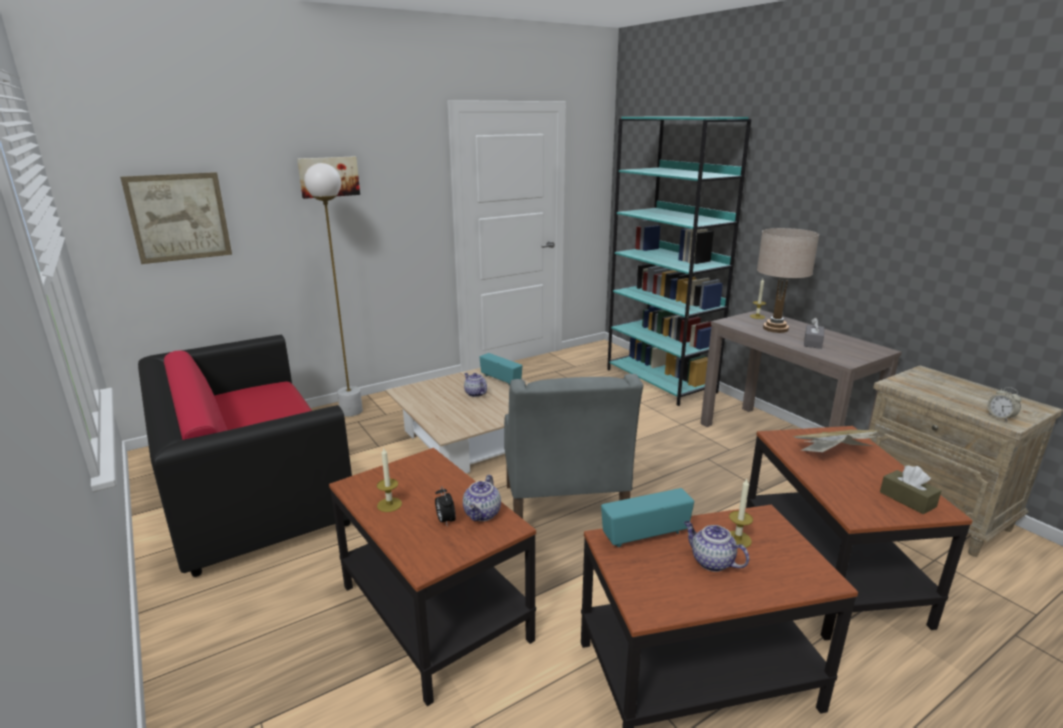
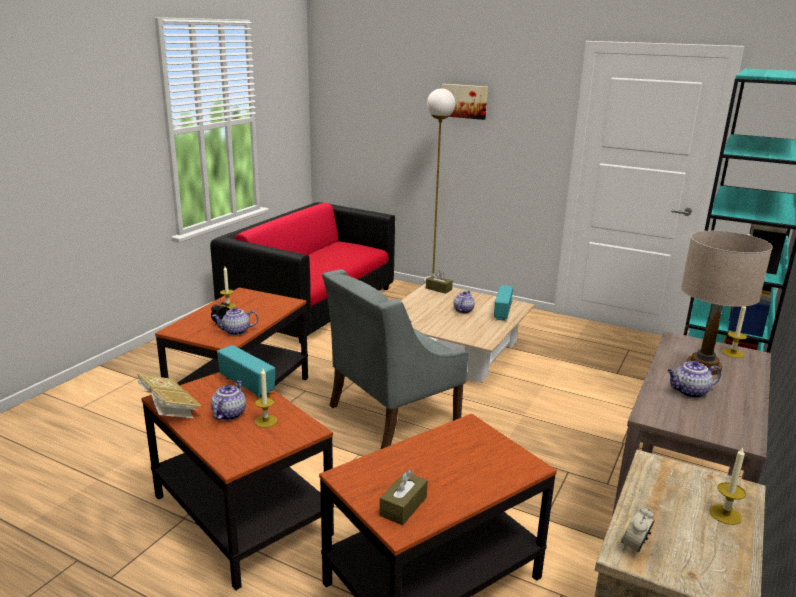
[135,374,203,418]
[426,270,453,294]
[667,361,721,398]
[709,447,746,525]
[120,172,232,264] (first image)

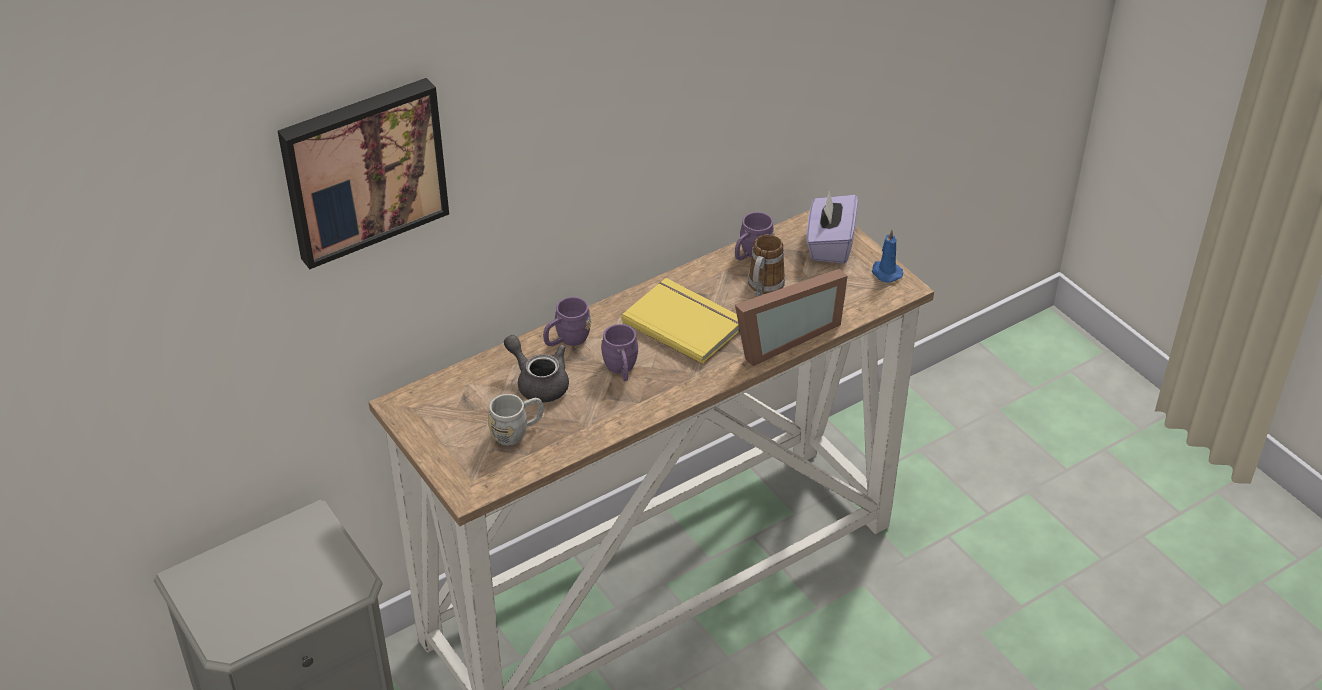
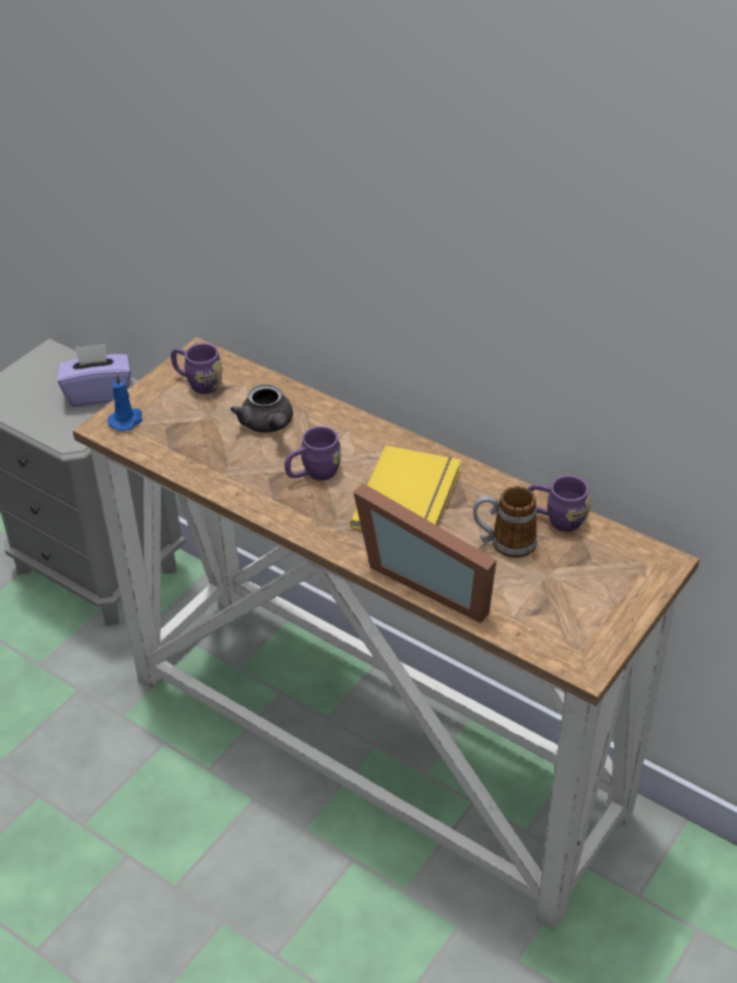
[58,344,131,407]
[107,372,142,432]
[171,343,223,394]
[231,384,293,433]
[278,78,449,269] (first image)
[488,394,544,446] (first image)

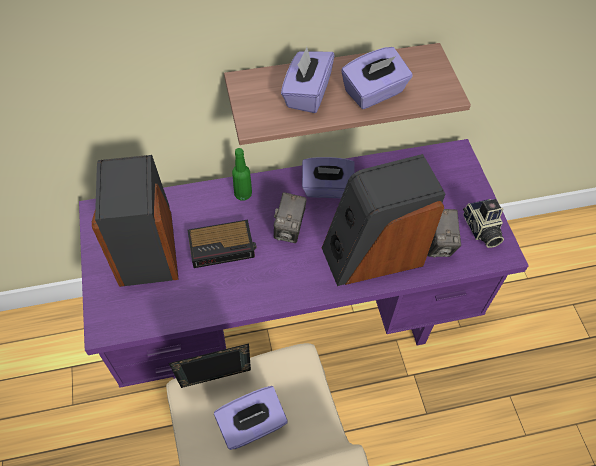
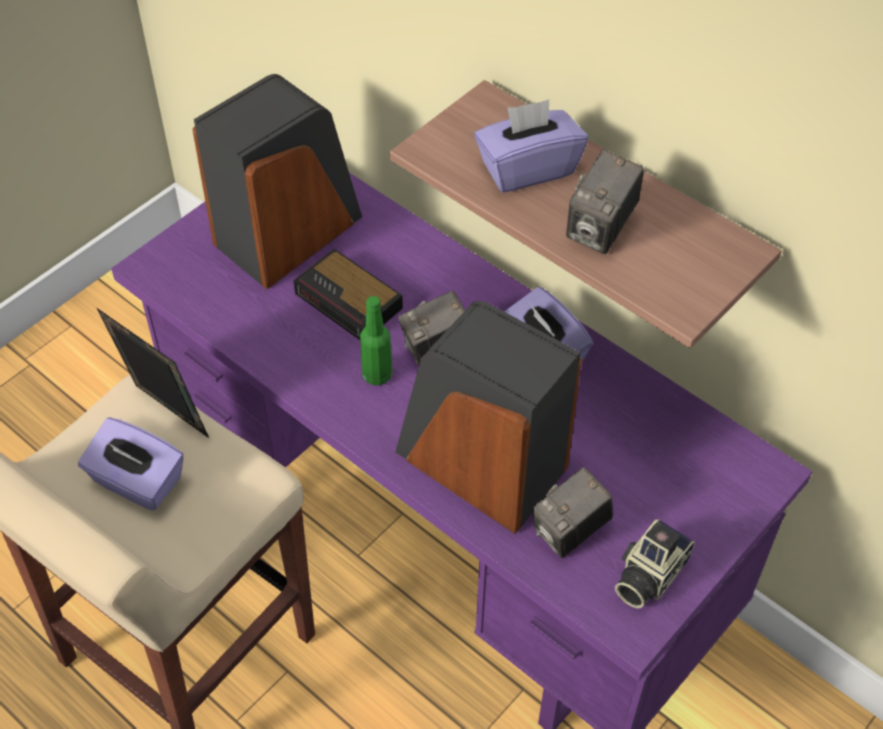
[360,296,392,385]
[566,149,644,254]

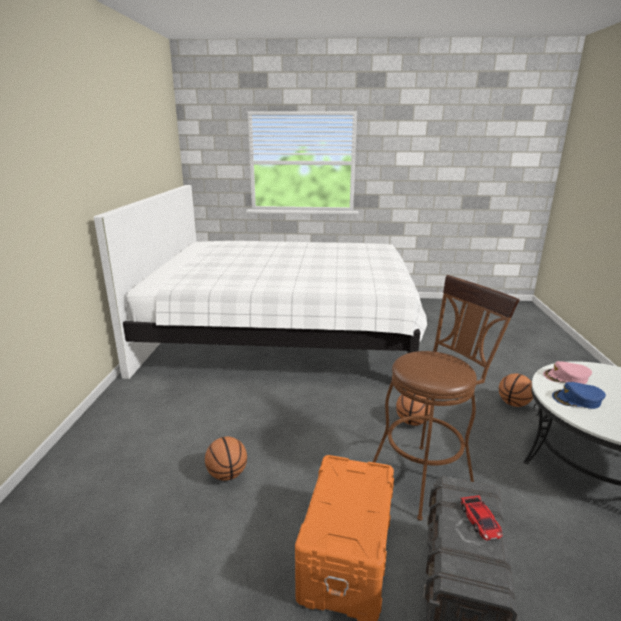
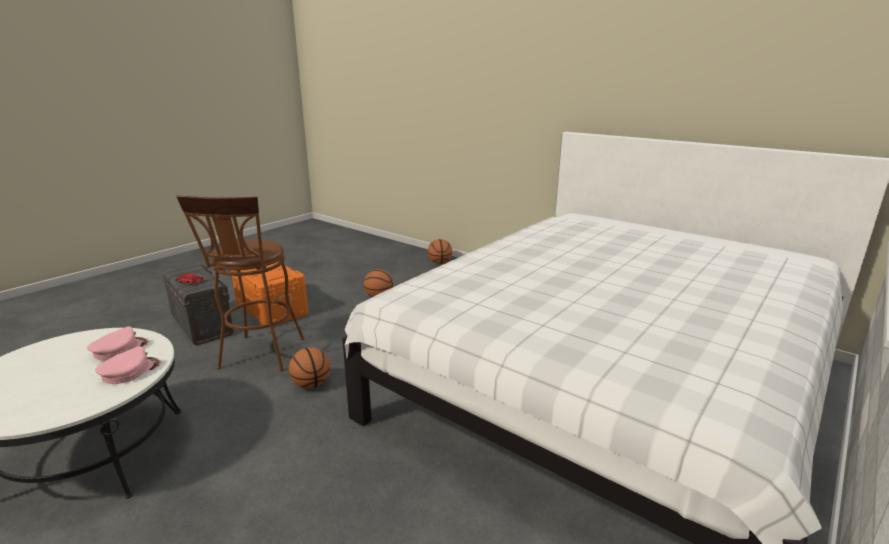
[87,326,149,360]
[428,239,453,264]

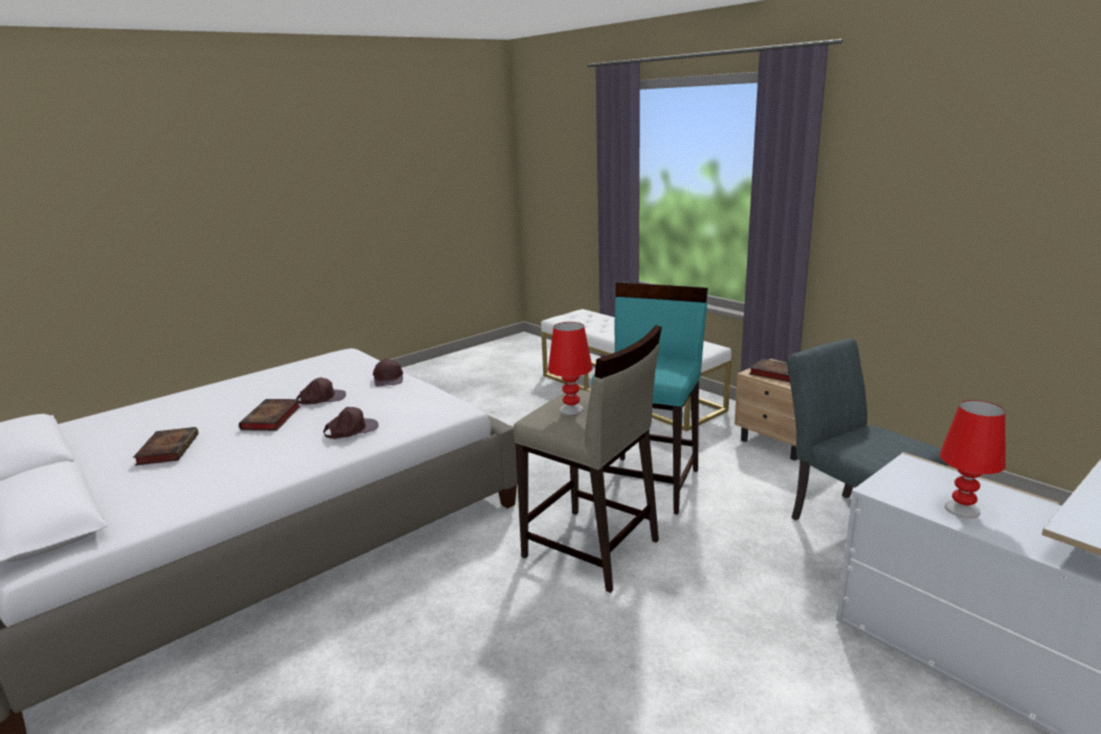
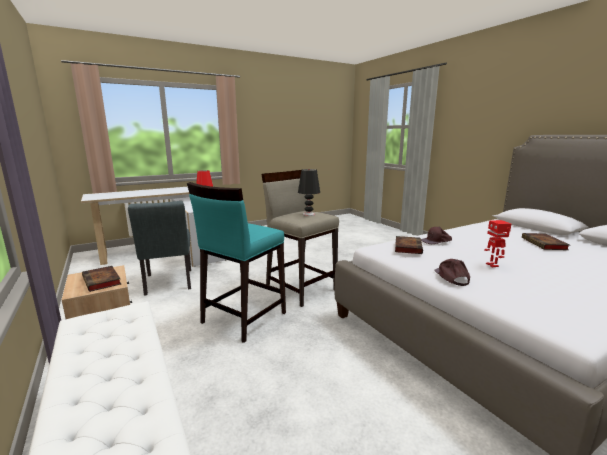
[298,169,320,216]
[395,236,423,254]
[484,220,511,268]

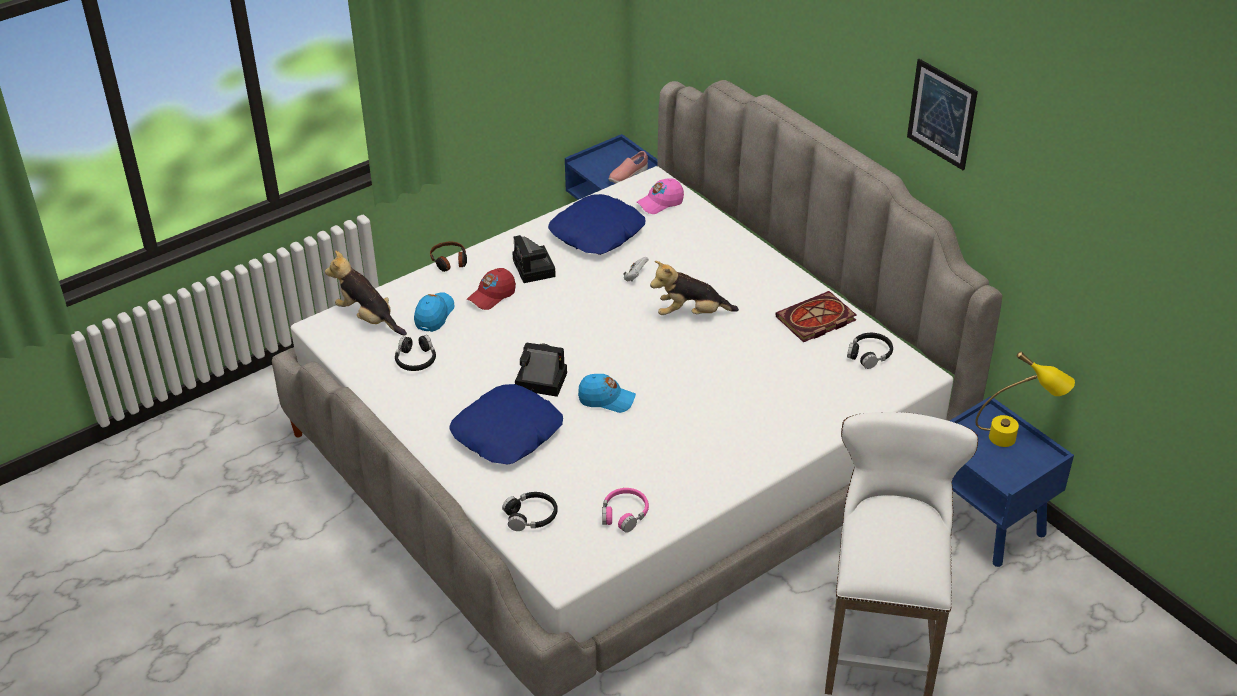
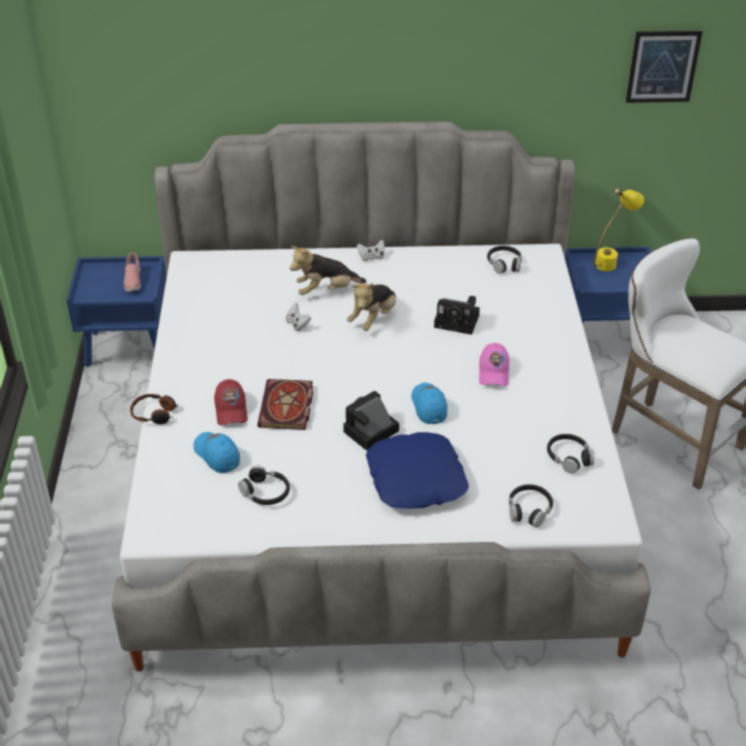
[257,379,313,430]
[290,246,367,295]
[357,240,385,261]
[411,383,447,424]
[434,296,480,335]
[479,343,509,386]
[547,434,594,474]
[626,31,703,103]
[548,194,645,255] (first image)

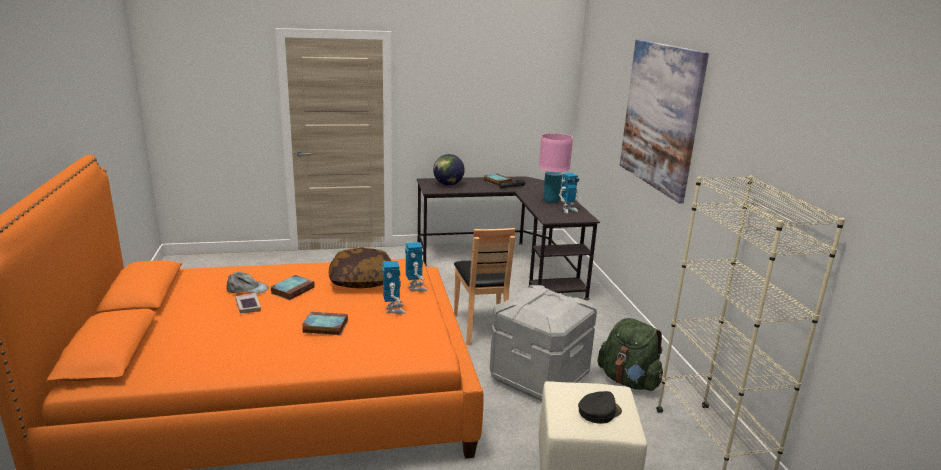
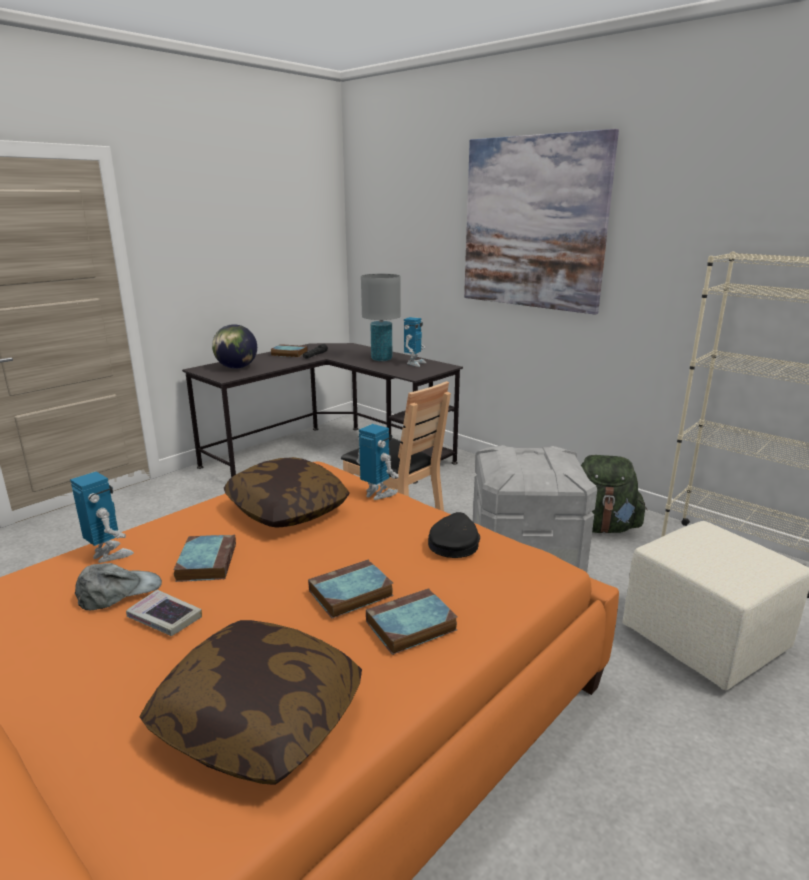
[70,472,134,563]
[139,620,362,785]
[361,273,401,361]
[366,588,458,655]
[428,512,480,558]

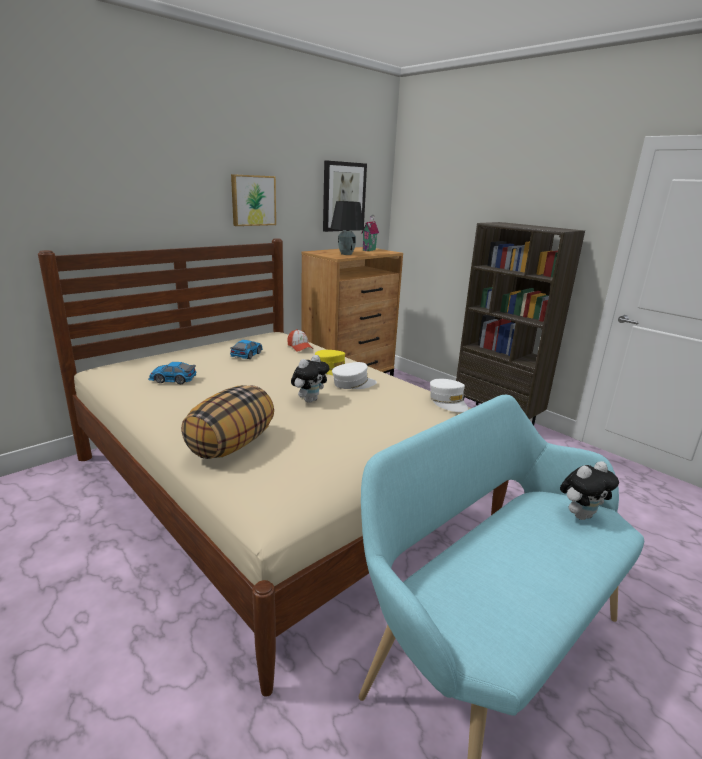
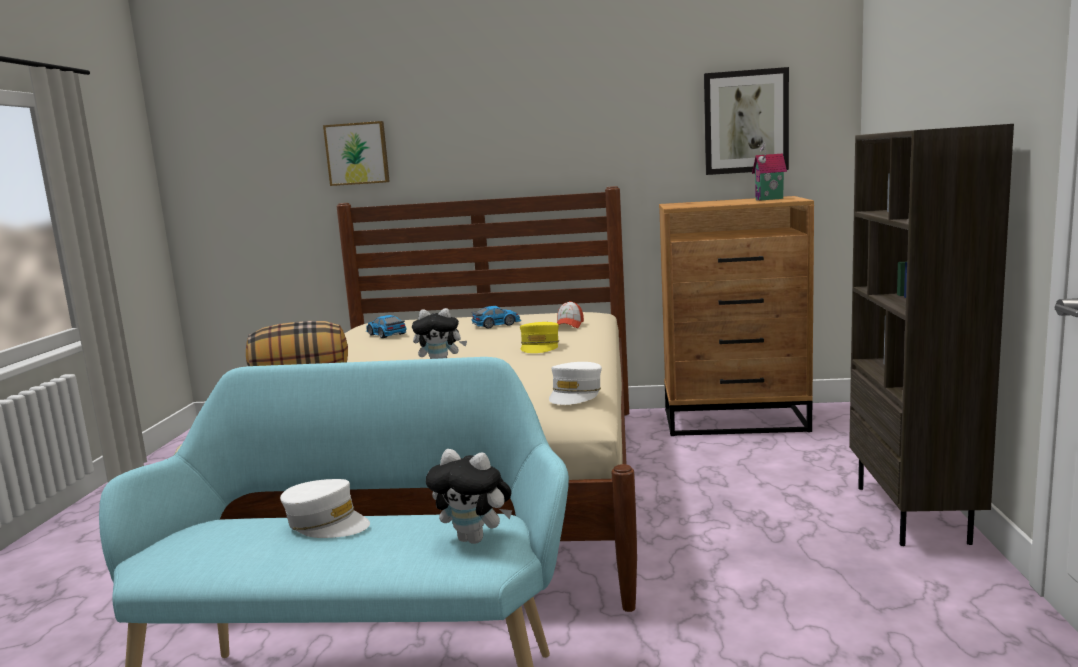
[280,479,370,538]
[323,121,390,186]
[331,201,364,255] (first image)

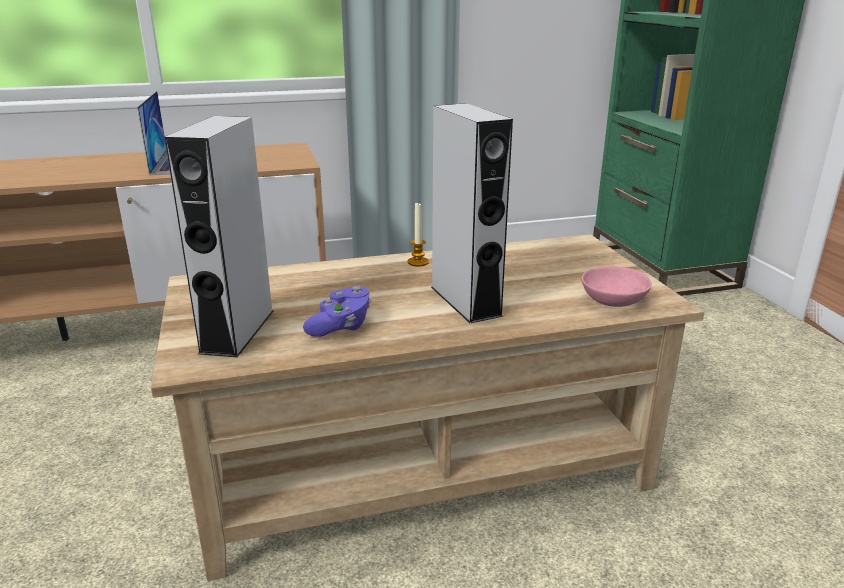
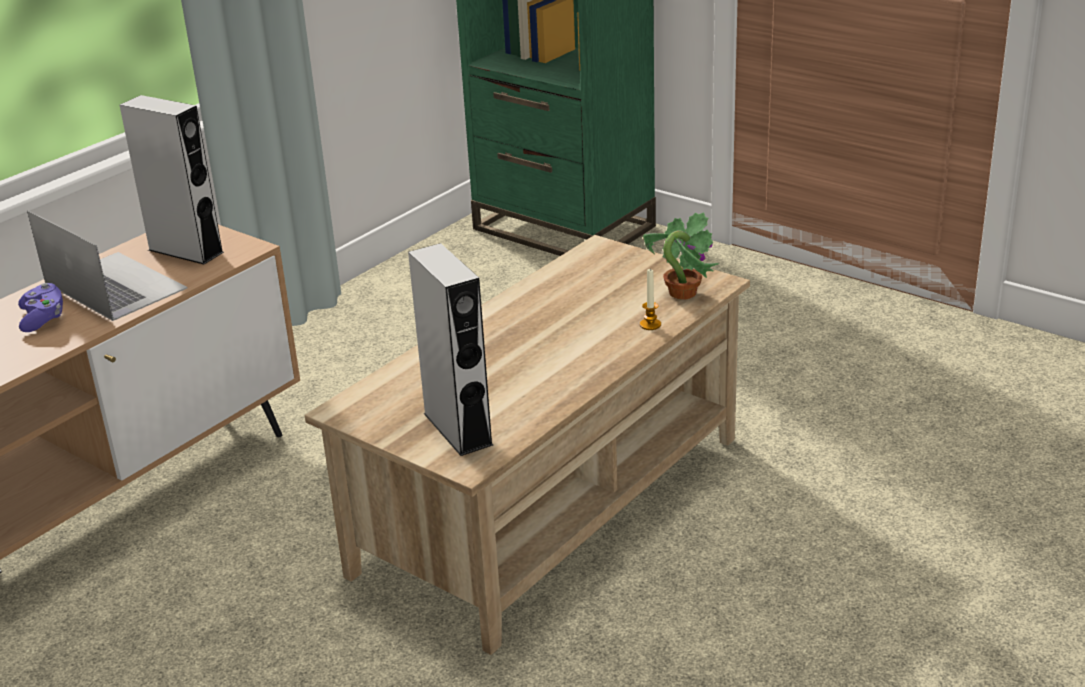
[18,283,63,332]
[120,95,224,264]
[640,269,661,330]
[643,212,719,300]

